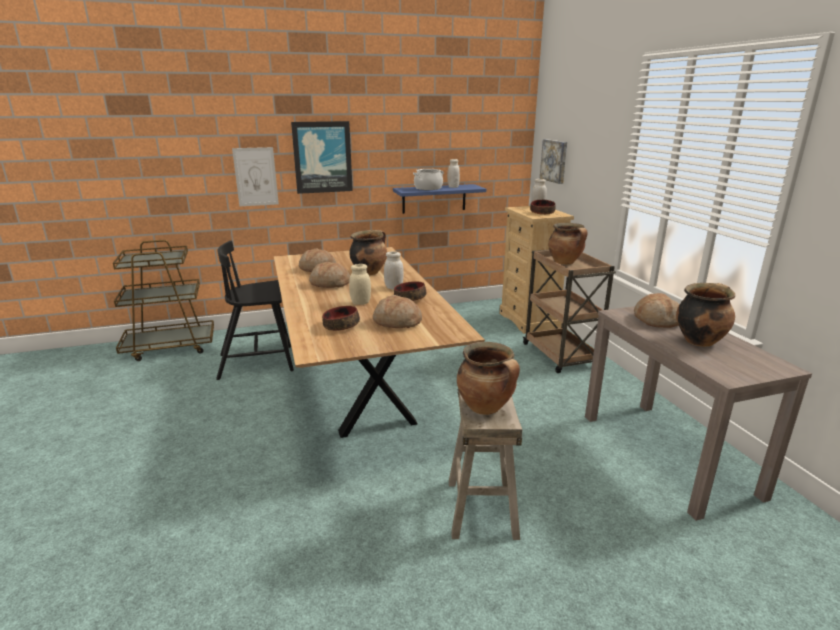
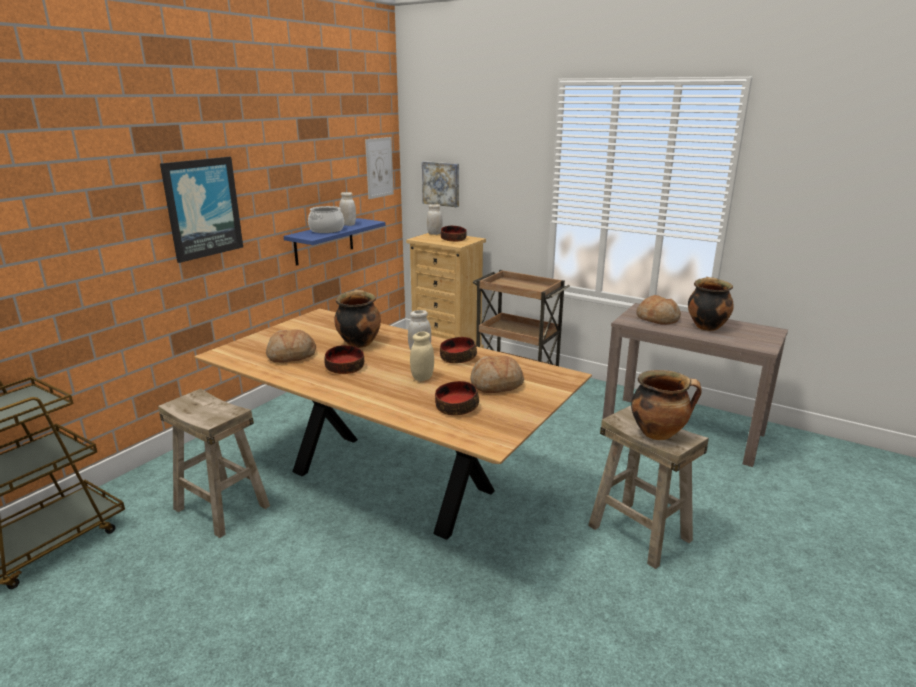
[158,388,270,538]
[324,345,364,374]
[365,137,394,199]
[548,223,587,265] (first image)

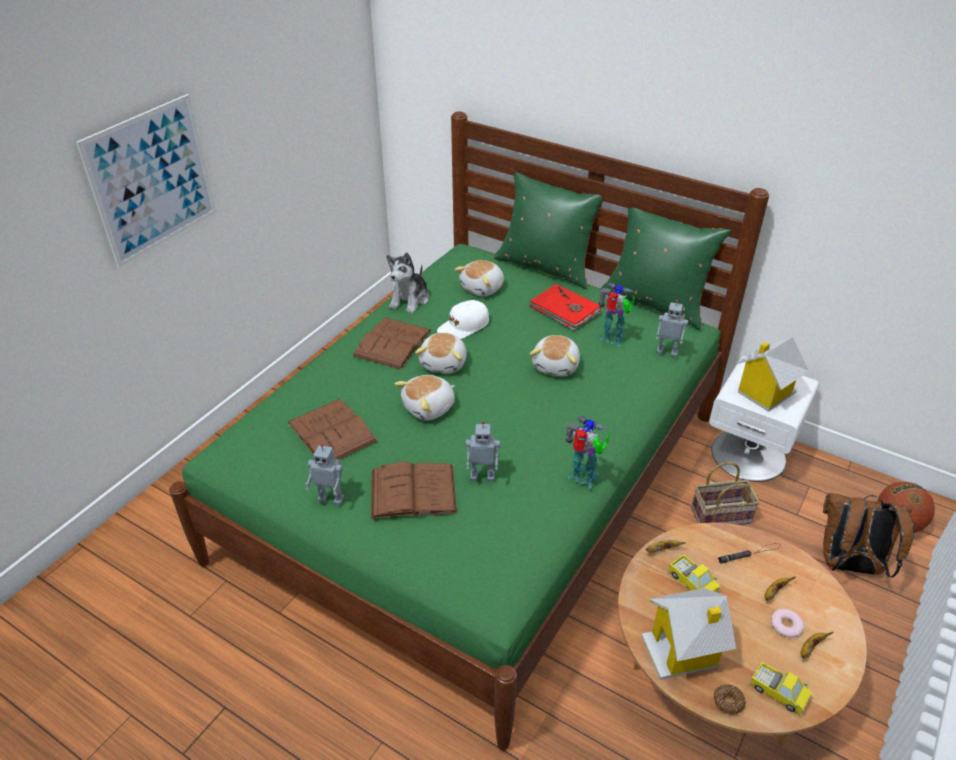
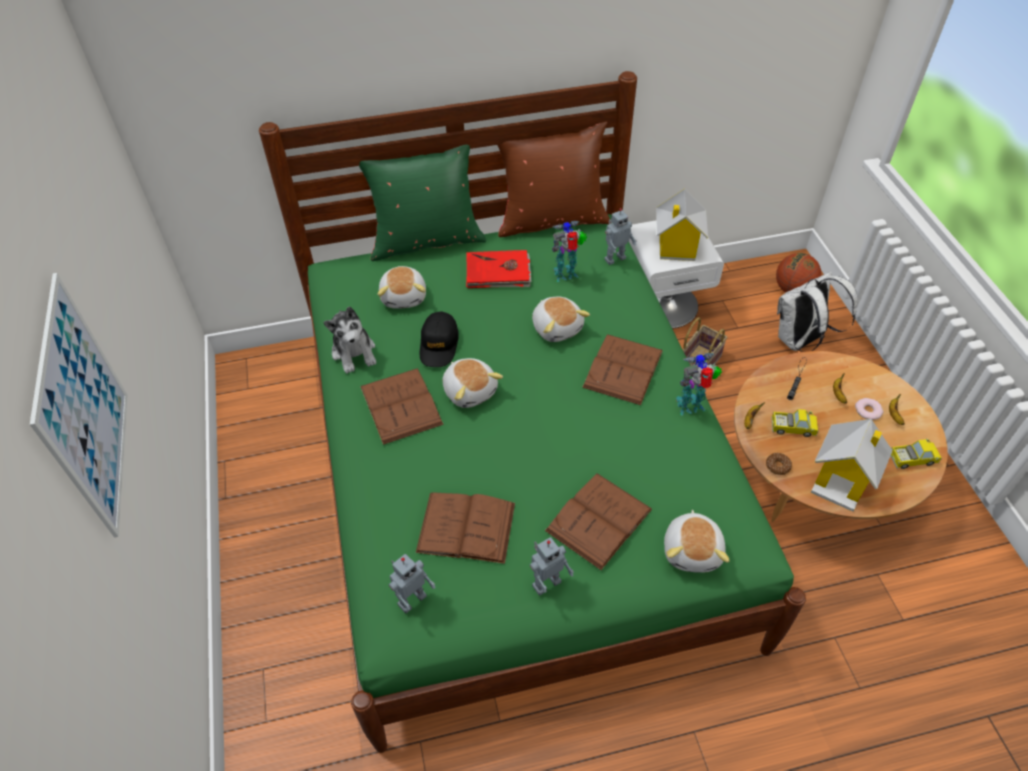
[389,554,436,613]
[420,311,459,367]
[497,122,611,237]
[582,334,663,405]
[664,510,730,573]
[766,453,792,475]
[777,272,858,352]

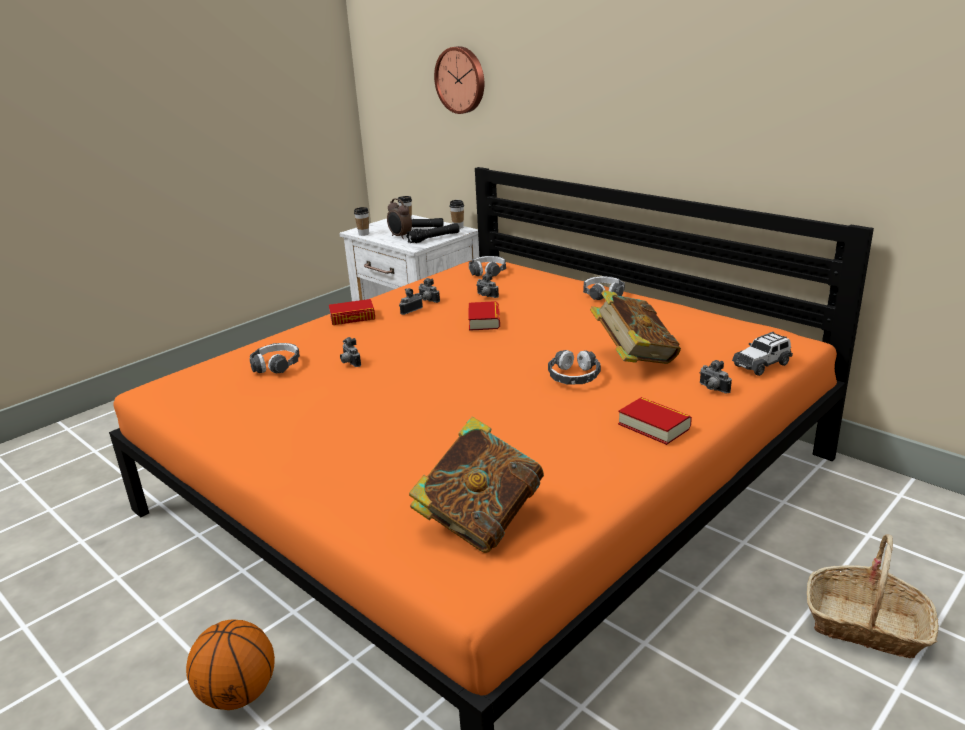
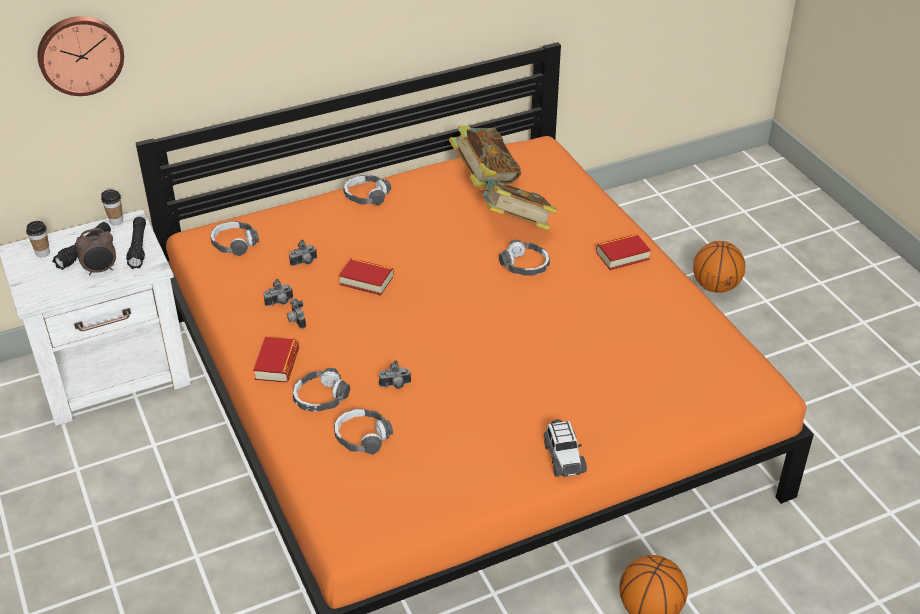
[293,368,350,412]
[449,126,522,188]
[544,419,587,477]
[693,241,745,293]
[354,207,369,236] (first image)
[699,360,732,393] (first image)

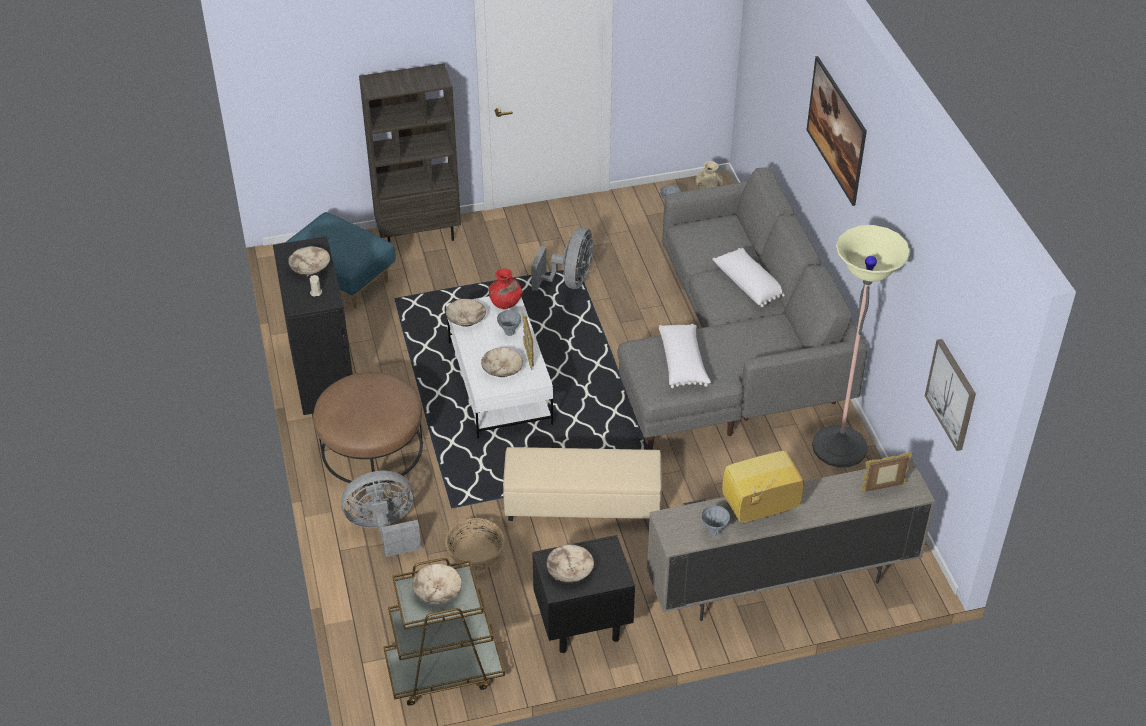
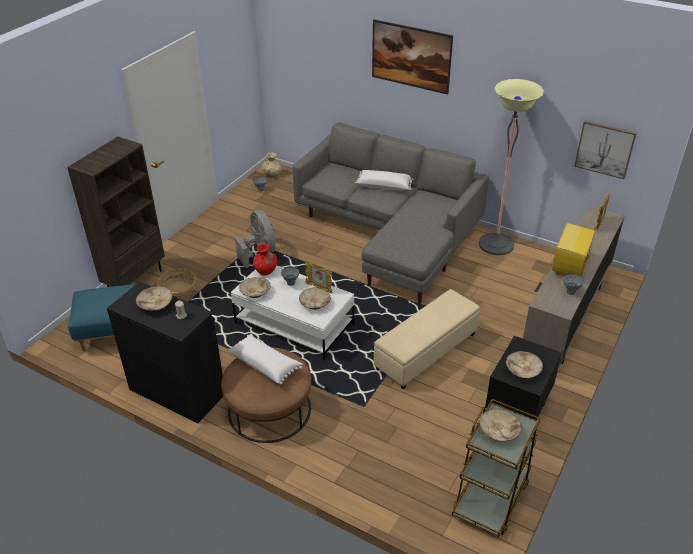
[157,269,196,299]
[227,334,302,385]
[341,471,421,557] (first image)

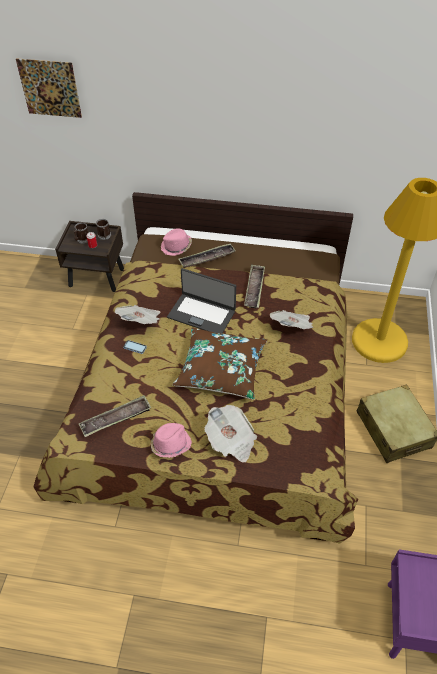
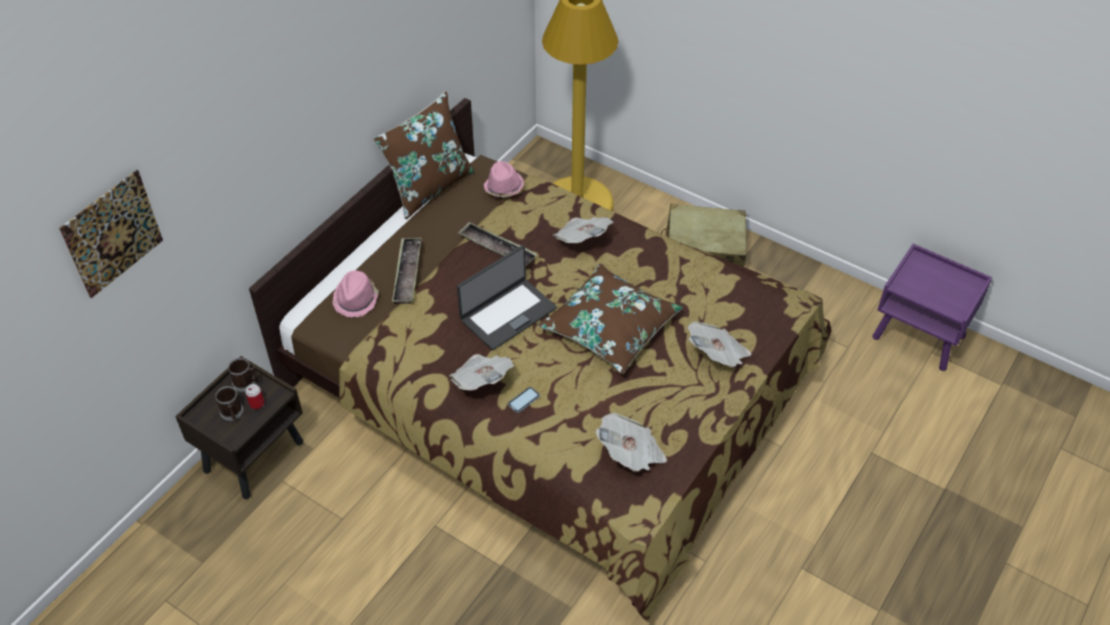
[374,91,474,219]
[484,161,524,198]
[595,413,667,472]

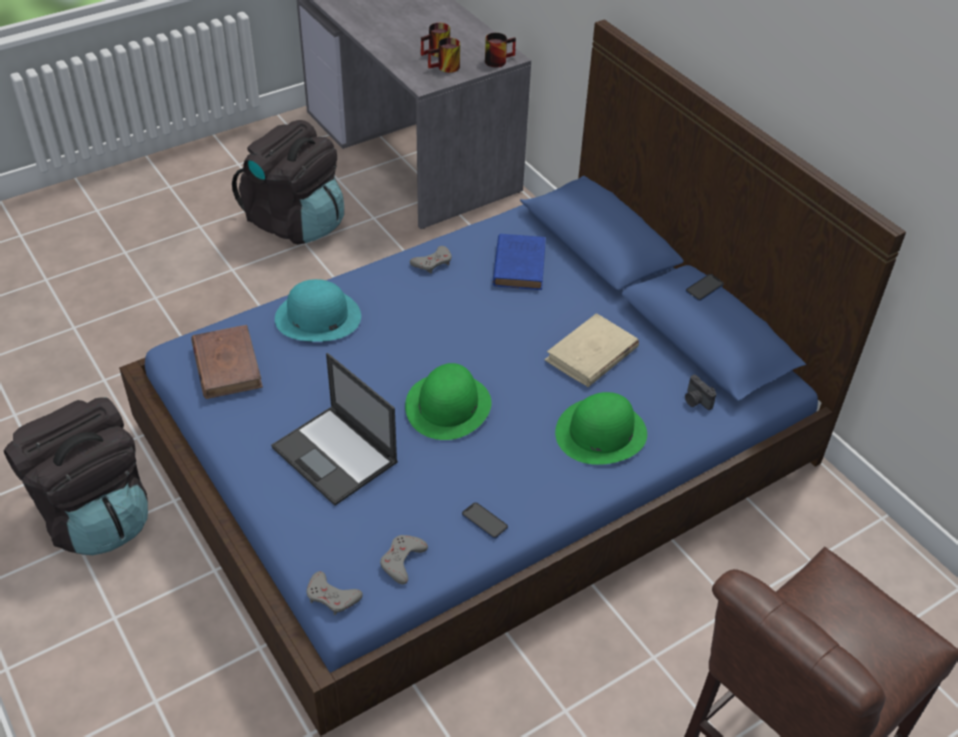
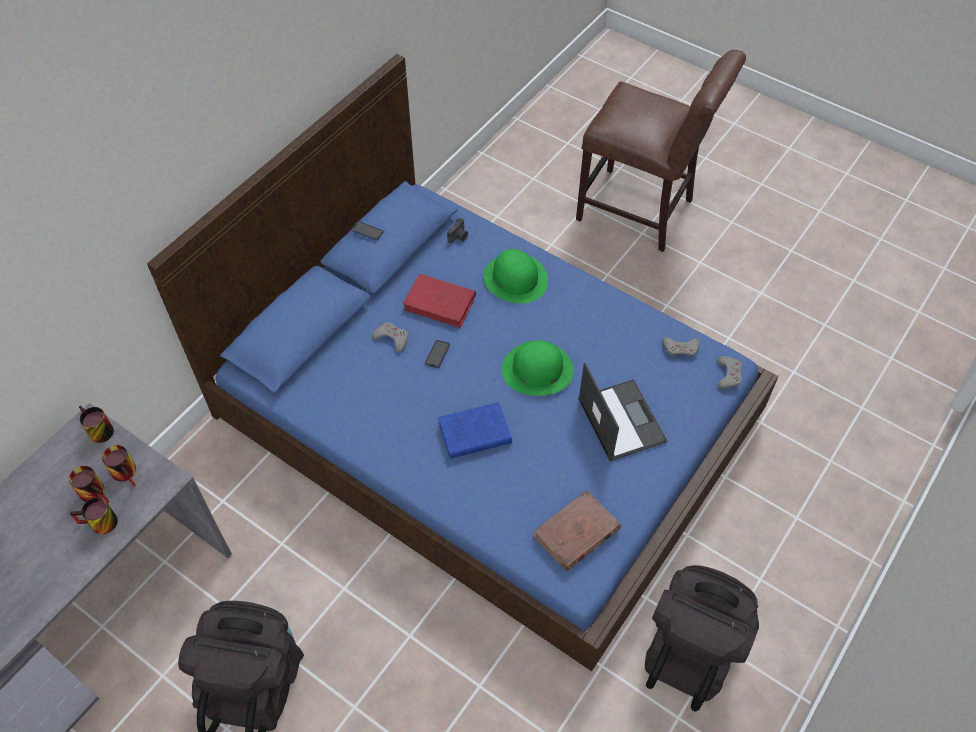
[70,497,118,534]
[372,323,408,352]
[403,274,476,328]
[425,340,450,368]
[438,402,512,459]
[578,362,668,461]
[275,279,361,342] (first image)

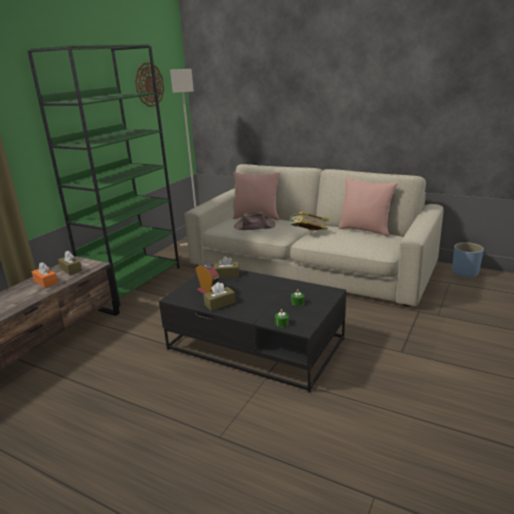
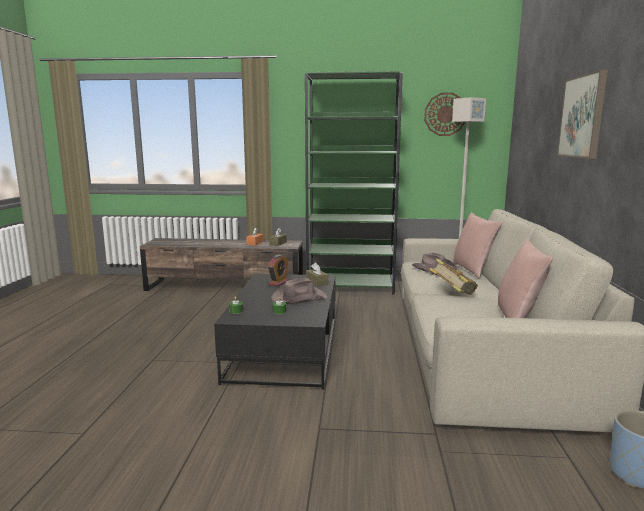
[271,278,327,304]
[557,70,607,159]
[204,282,236,311] (first image)

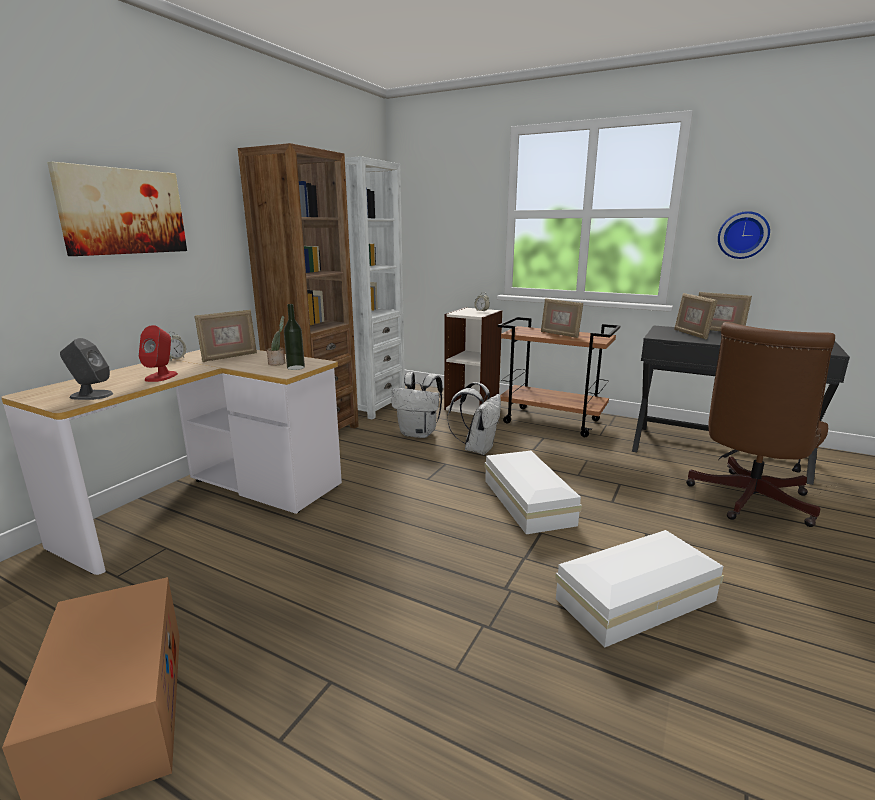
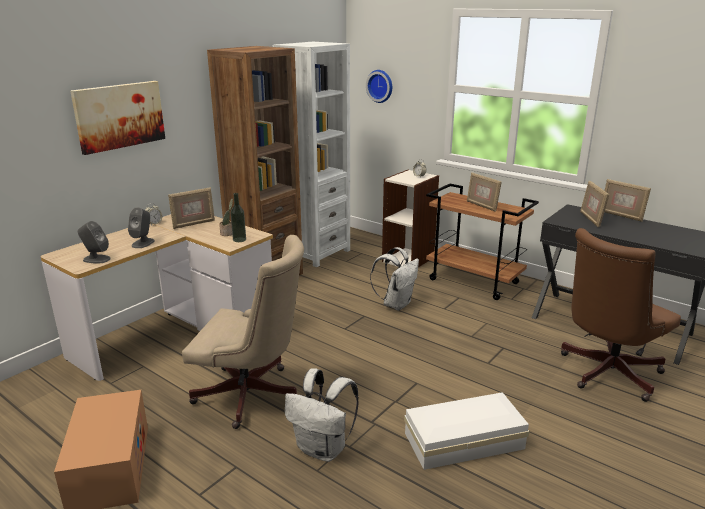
[128,207,155,248]
[182,235,304,429]
[285,368,359,462]
[366,70,392,103]
[485,451,582,534] (first image)

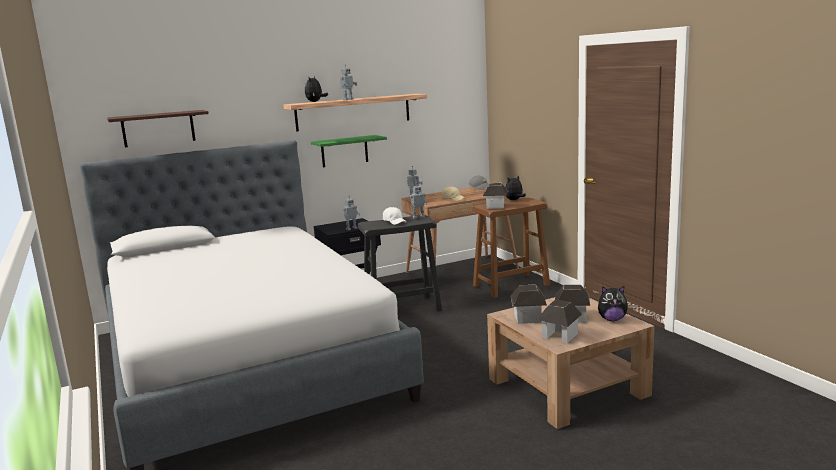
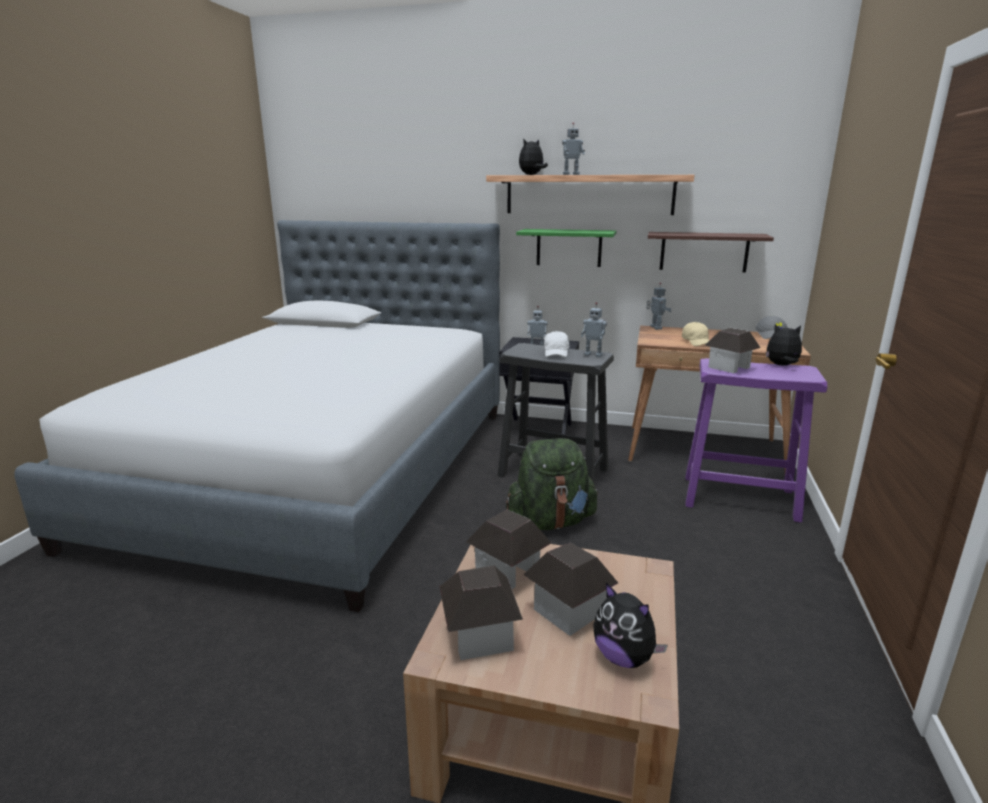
[506,438,598,530]
[648,232,774,273]
[685,358,827,522]

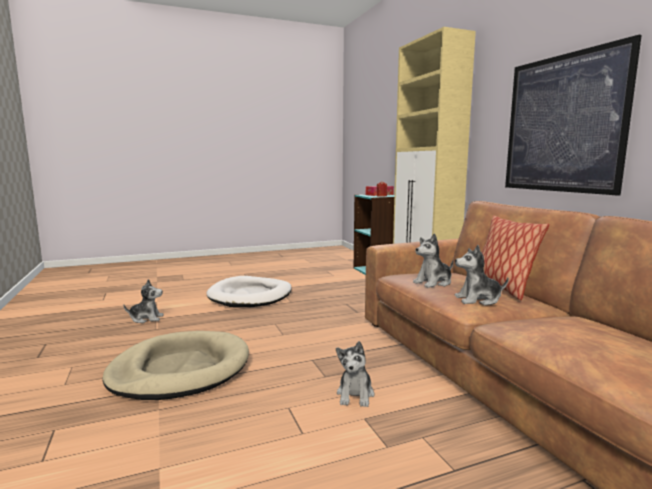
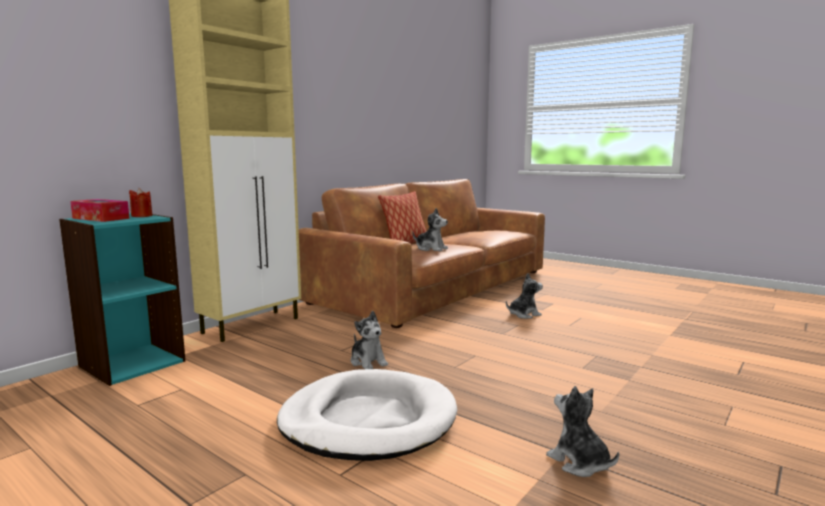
[351,311,388,369]
[102,331,249,400] (first image)
[505,35,642,196] (first image)

